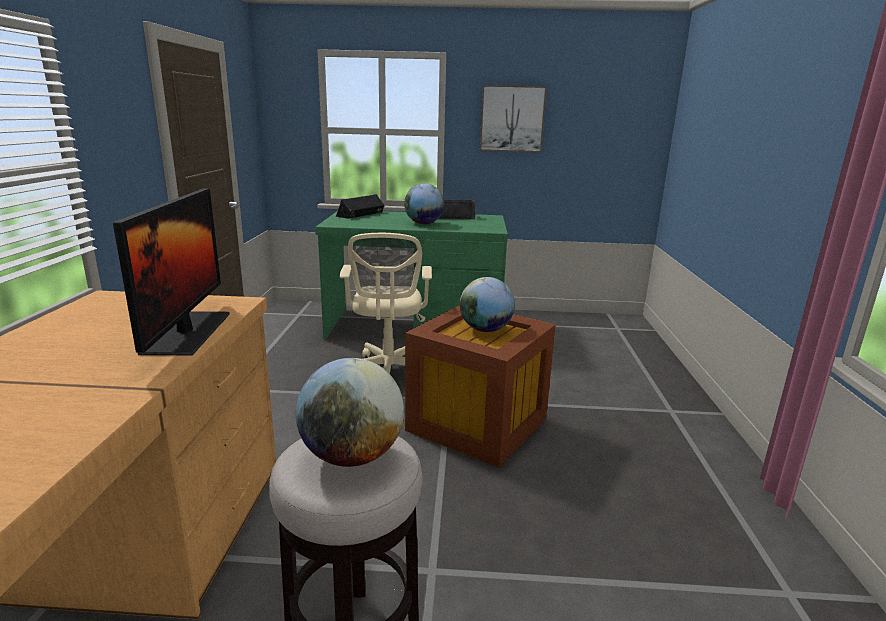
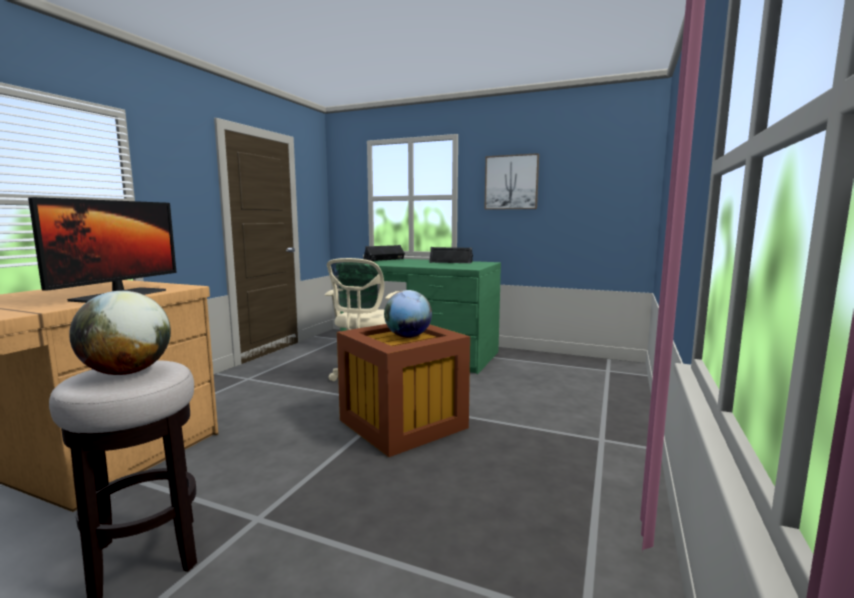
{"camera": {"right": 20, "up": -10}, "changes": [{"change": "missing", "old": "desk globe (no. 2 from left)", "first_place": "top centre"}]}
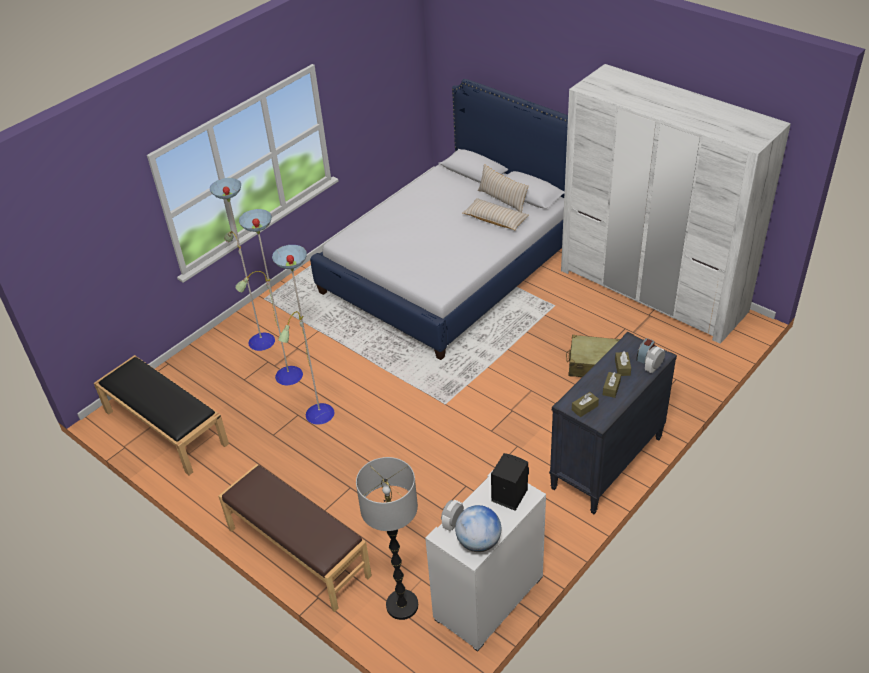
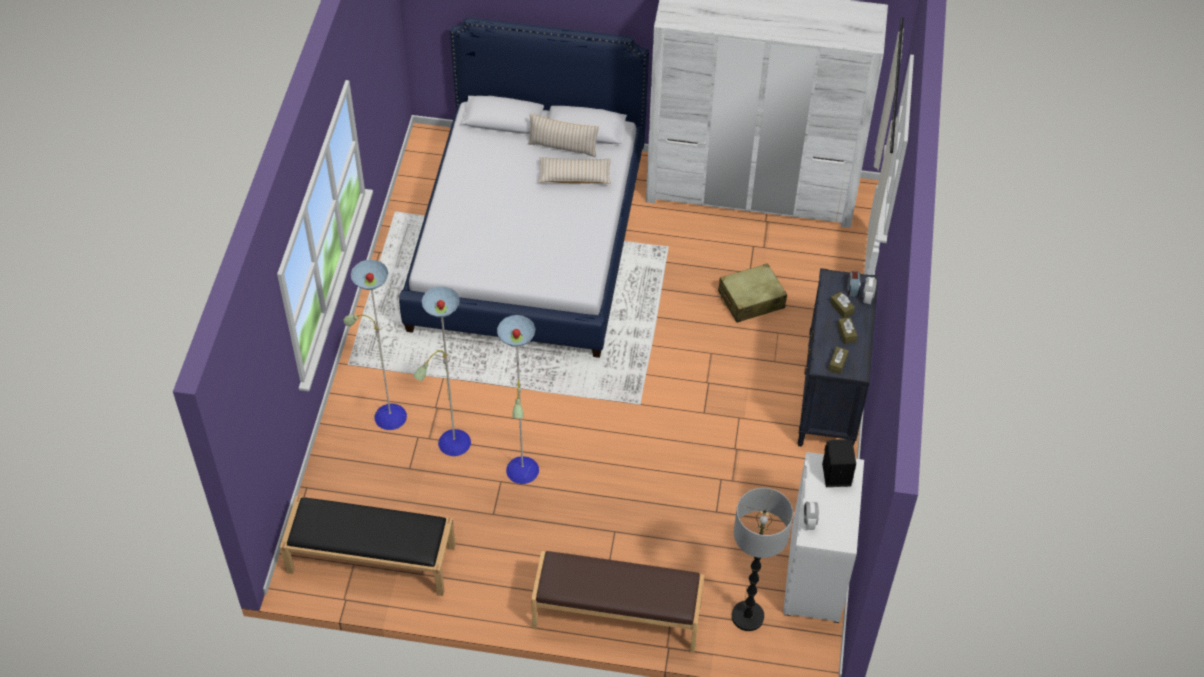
{"camera": {"right": -35, "up": 10}, "changes": [{"change": "missing", "old": "desk globe", "first_place": "bottom centre"}]}
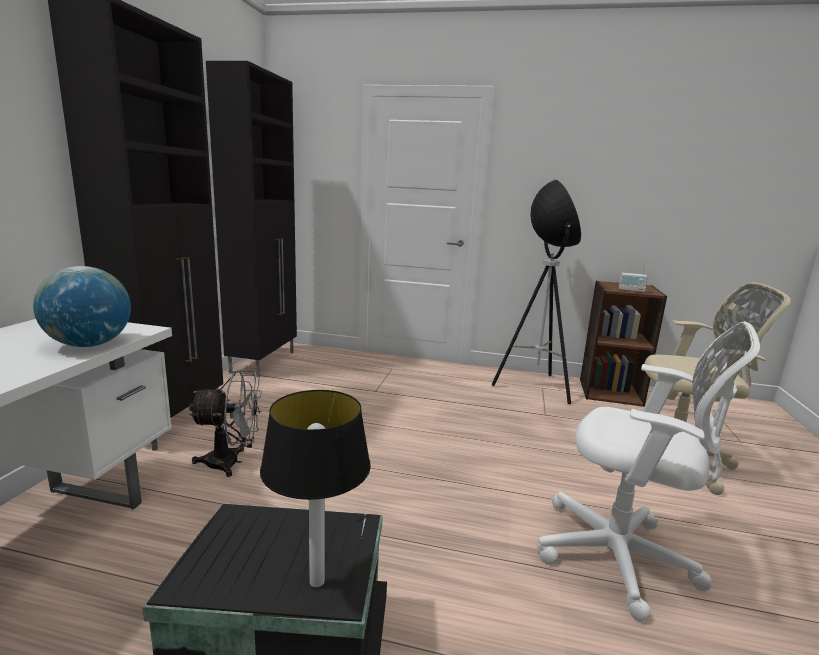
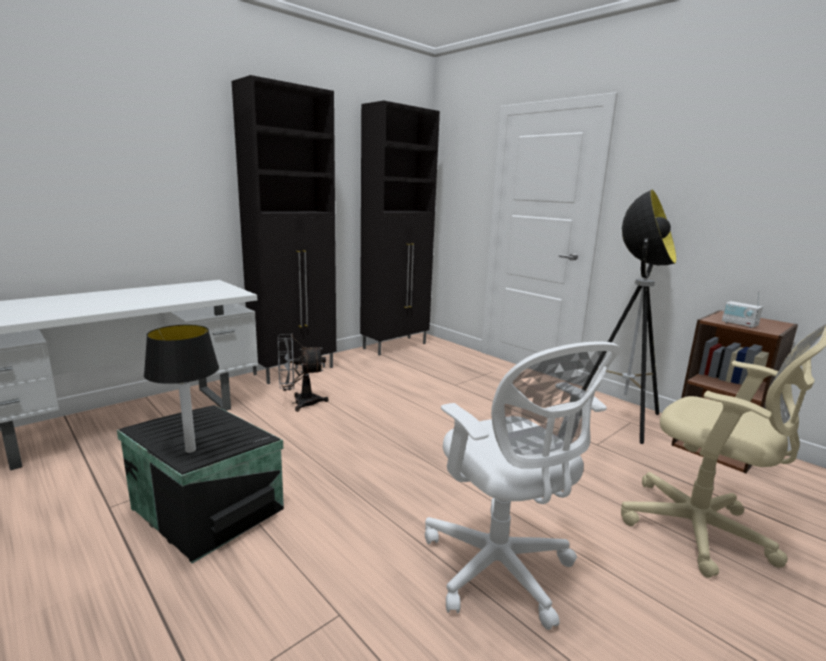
{"camera": {"right": 35, "up": 0}, "changes": [{"change": "missing", "old": "desk globe", "first_place": "middle left"}, {"change": "spun", "old": "cooling fan (grey)", "first_place": "middle left", "second_place": "centre", "degrees": 135}]}
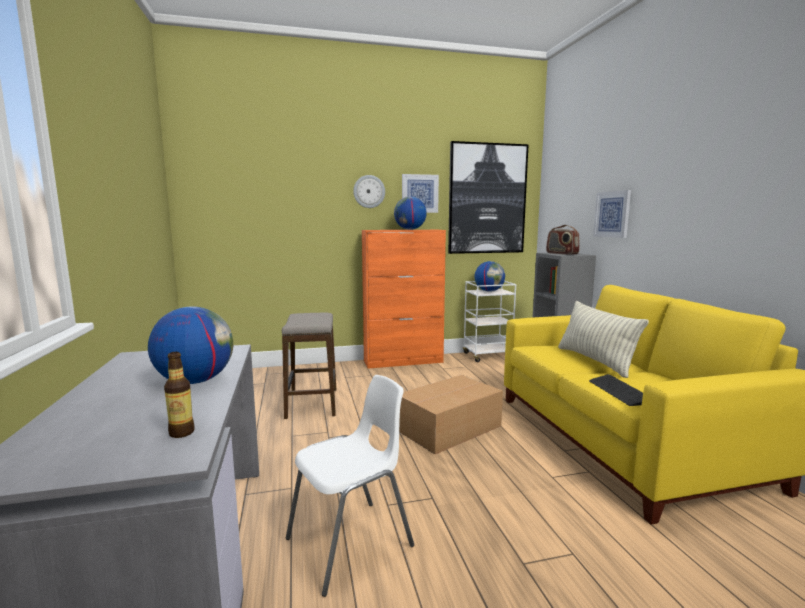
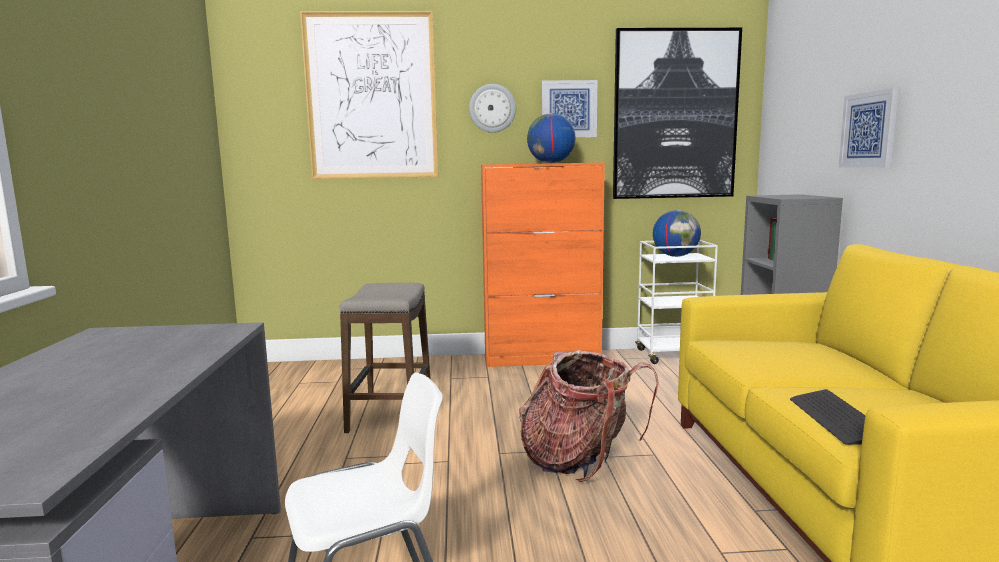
{"camera": {"right": 10, "up": 0}, "changes": [{"change": "missing", "old": "radio receiver", "first_place": "middle right"}, {"change": "missing", "old": "throw pillow", "first_place": "middle right"}, {"change": "missing", "old": "desk globe (no. 1 from left)", "first_place": "middle left"}, {"change": "missing", "old": "beverage bottle", "first_place": "middle left"}, {"change": "exchanged", "old": "carton", "new": "backpack", "first_place": "bottom centre", "second_place": "bottom centre"}, {"change": "appeared", "new": "picture (no. 1 from left)", "second_place": "top centre"}]}
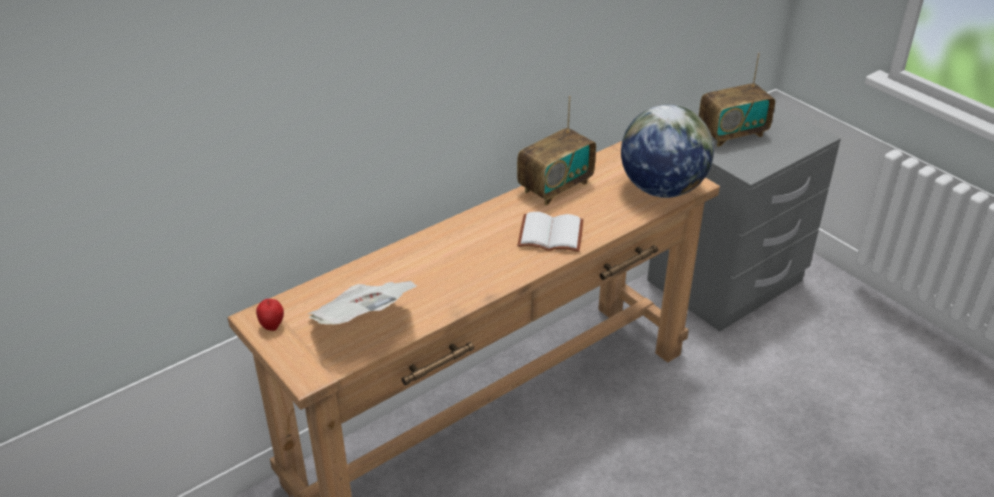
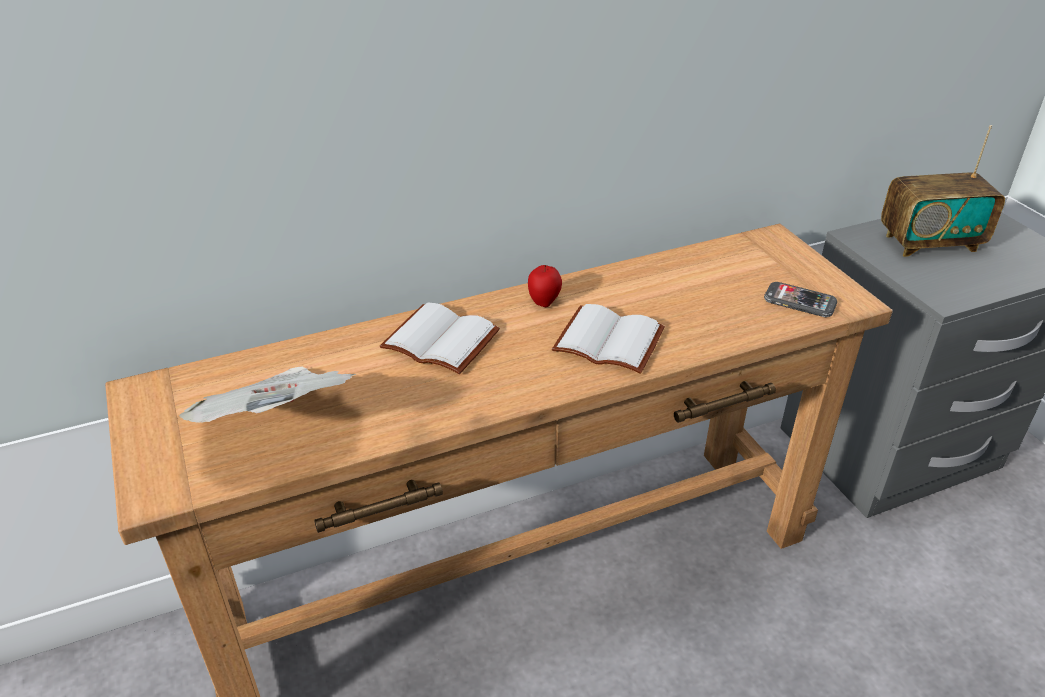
{"camera": {"right": 15, "up": 0}, "changes": [{"change": "missing", "old": "radio receiver (no. 1 from left)", "first_place": "top centre"}, {"change": "exchanged", "old": "desk globe", "new": "telephone", "first_place": "top right", "second_place": "middle right"}, {"change": "relocated", "old": "apple fruit", "first_place": "middle left", "second_place": "centre"}, {"change": "appeared", "new": "volume (white) (no. 1 from left)", "second_place": "centre"}]}
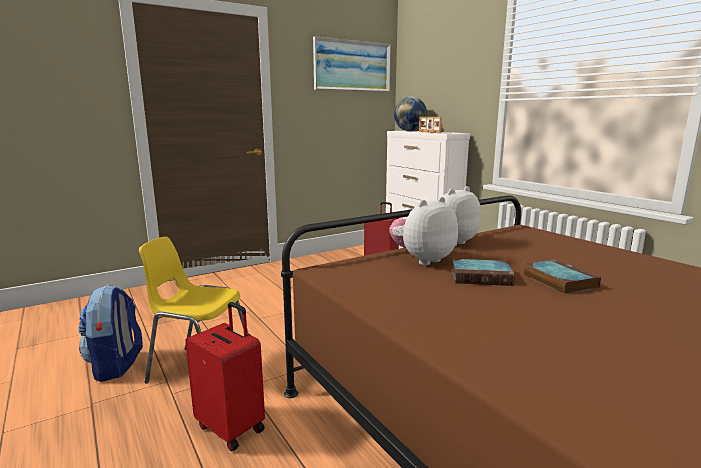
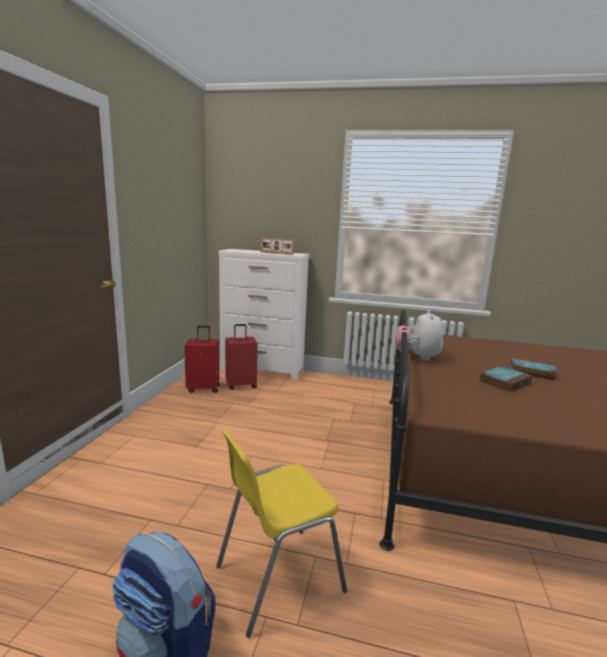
{"camera": {"right": -45, "up": 0}, "changes": [{"change": "missing", "old": "picture", "first_place": "top centre"}, {"change": "missing", "old": "desk globe", "first_place": "top centre"}, {"change": "missing", "old": "soft toy (no. 1 from left)", "first_place": "centre"}, {"change": "relocated", "old": "suitcase (red) (no. 1 from left)", "first_place": "bottom left", "second_place": "middle left"}]}
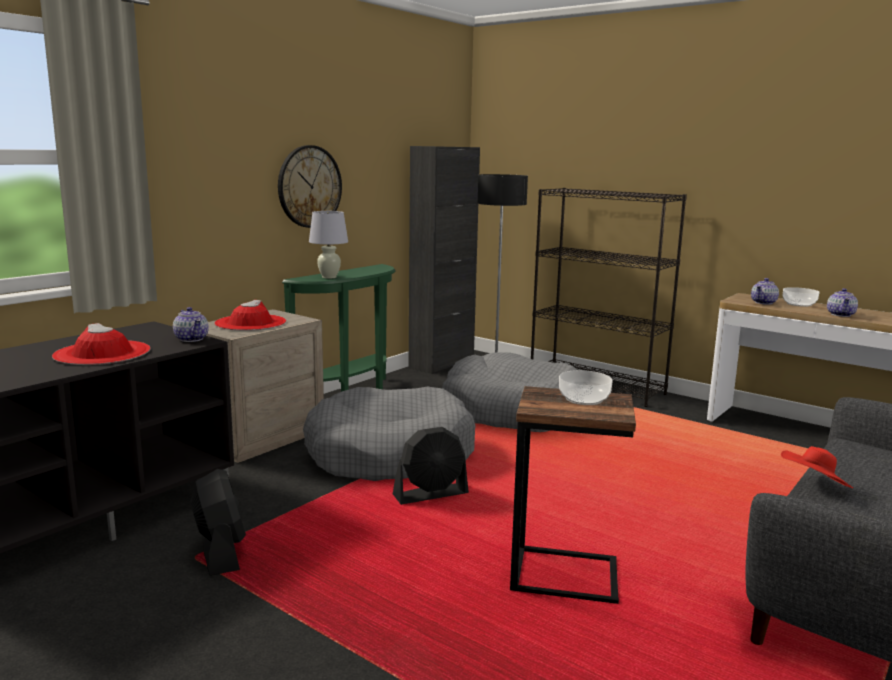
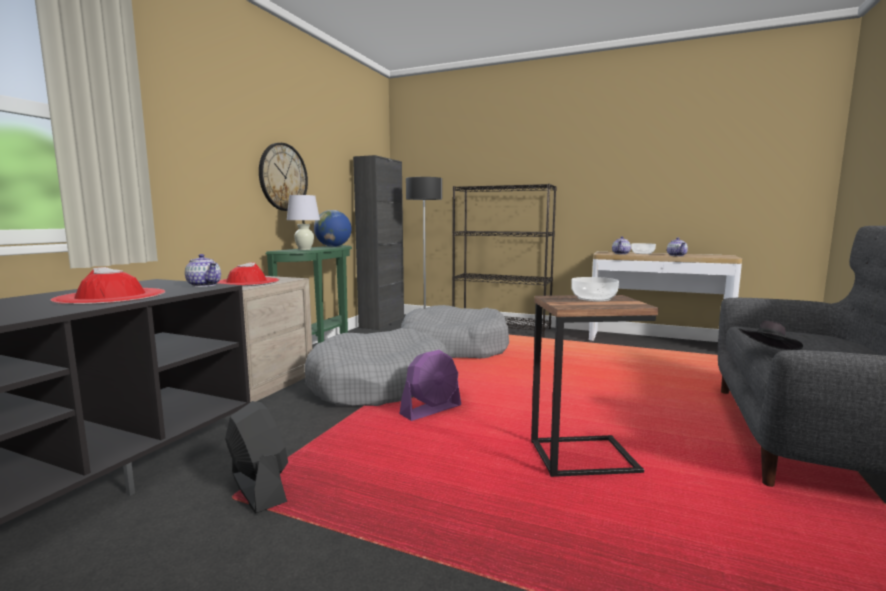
{"camera": {"right": -15, "up": -5}, "changes": [{"change": "colour", "old": "cooling fan (black) (no. 2 from left)", "new": "cooling fan (purple)", "first_place": "bottom centre", "second_place": "centre"}, {"change": "colour", "old": "wearable hat (red) (no. 3 from left)", "new": "wearable hat (black)", "first_place": "bottom right", "second_place": "middle right"}, {"change": "appeared", "new": "desk globe", "second_place": "centre"}]}
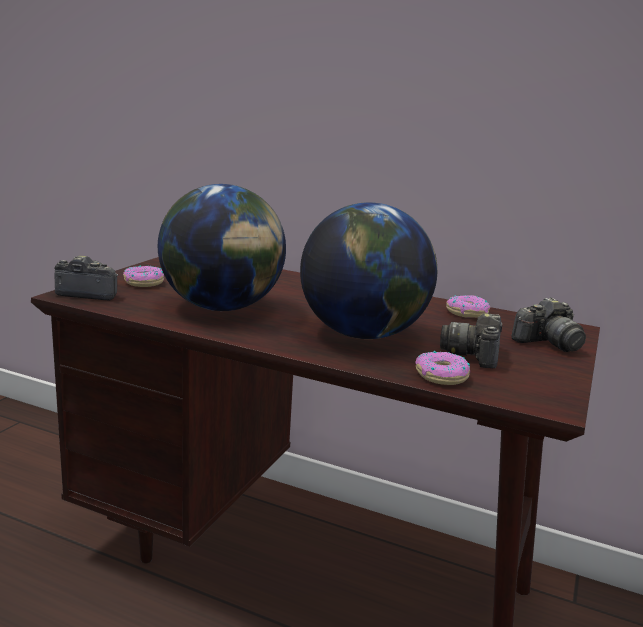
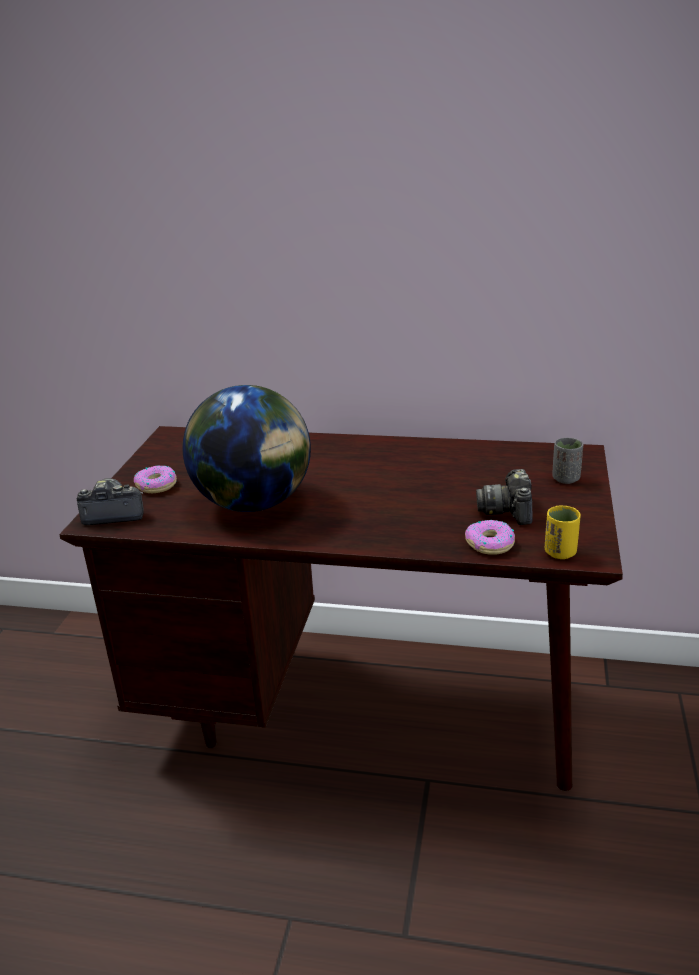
{"camera": {"right": -10, "up": 10}, "changes": [{"change": "missing", "old": "desk globe (no. 2 from left)", "first_place": "centre"}, {"change": "missing", "old": "doughnut (no. 3 from left)", "first_place": "middle right"}, {"change": "exchanged", "old": "photo camera (no. 3 from left)", "new": "cup (grey)", "first_place": "middle right", "second_place": "middle right"}, {"change": "appeared", "new": "cup (yellow)", "second_place": "middle right"}]}
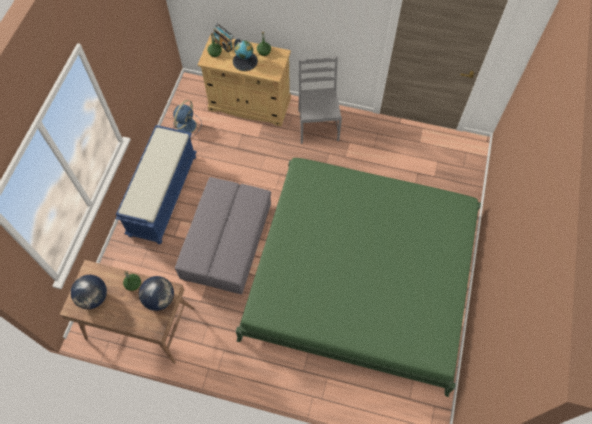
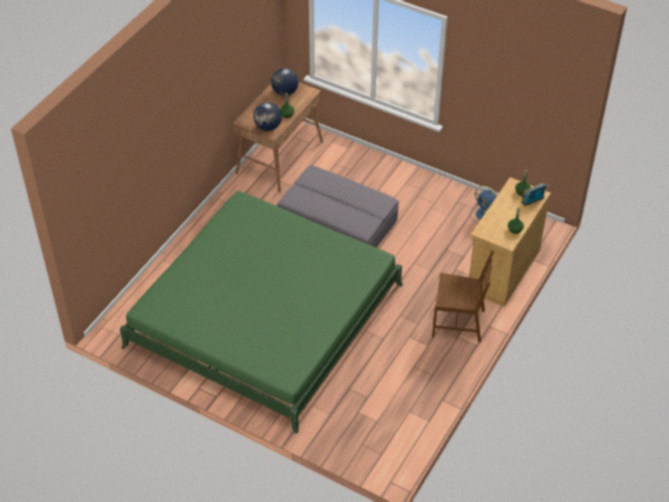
{"camera": {"right": 105, "up": -15}, "changes": [{"change": "missing", "old": "desk globe (no. 3 from left)", "first_place": "top centre"}, {"change": "colour", "old": "plain chair (grey)", "new": "plain chair (brown)", "first_place": "top centre", "second_place": "middle right"}, {"change": "missing", "old": "long seat (blue)", "first_place": "middle left"}]}
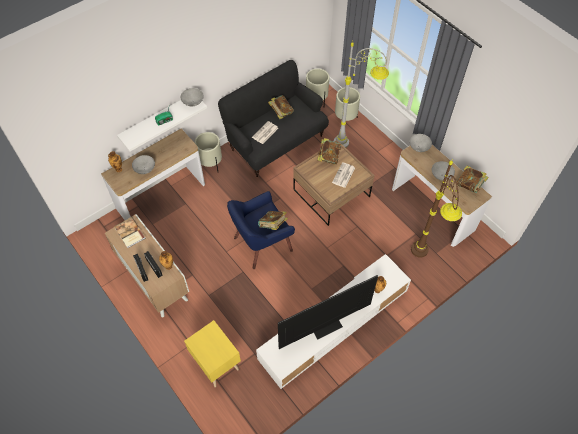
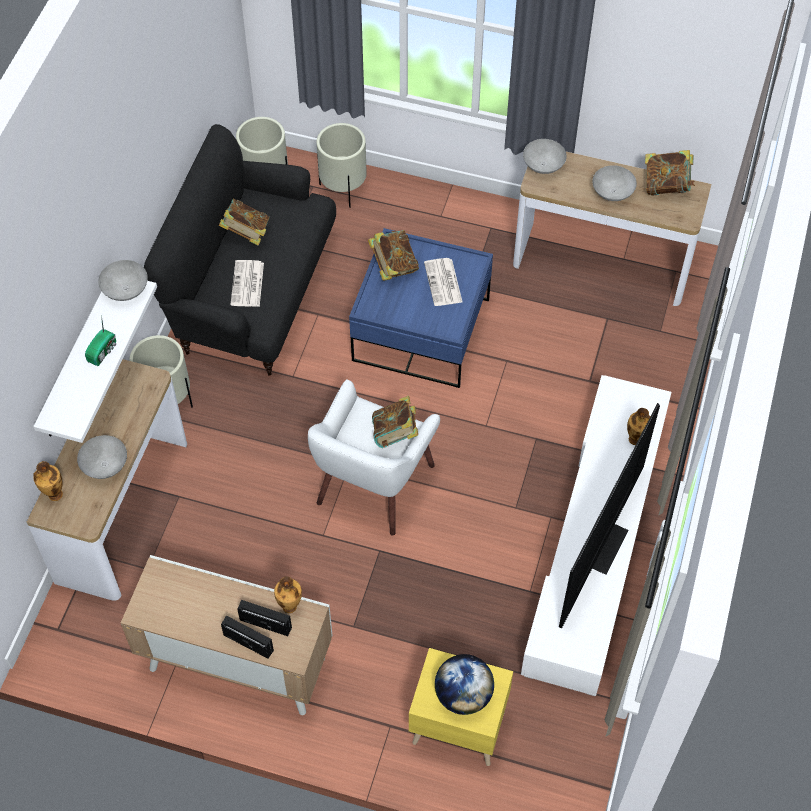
{"camera": {"right": -35, "up": 0}, "changes": [{"change": "missing", "old": "standard lamp (grey)", "first_place": "top centre"}, {"change": "colour", "old": "lounge table (brown)", "new": "lounge table (blue)", "first_place": "centre", "second_place": "centre"}, {"change": "missing", "old": "standard lamp (brown)", "first_place": "middle right"}, {"change": "colour", "old": "easy chair (blue)", "new": "easy chair (white)", "first_place": "centre", "second_place": "centre"}, {"change": "missing", "old": "volume (no. 1 from left)", "first_place": "middle left"}, {"change": "appeared", "new": "desk globe", "second_place": "bottom centre"}]}
